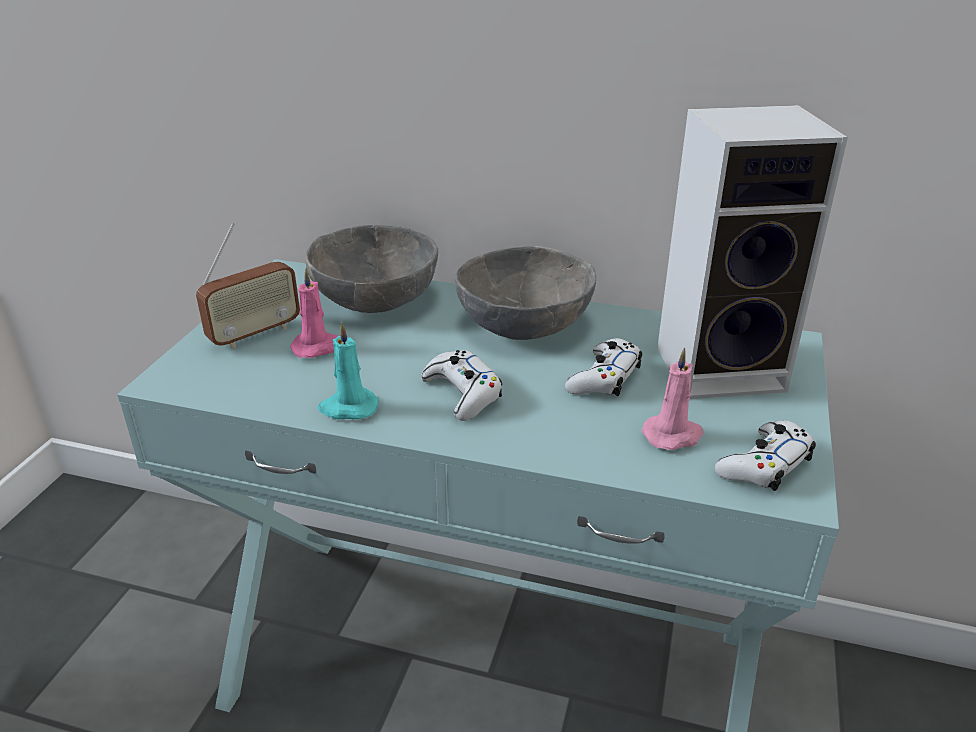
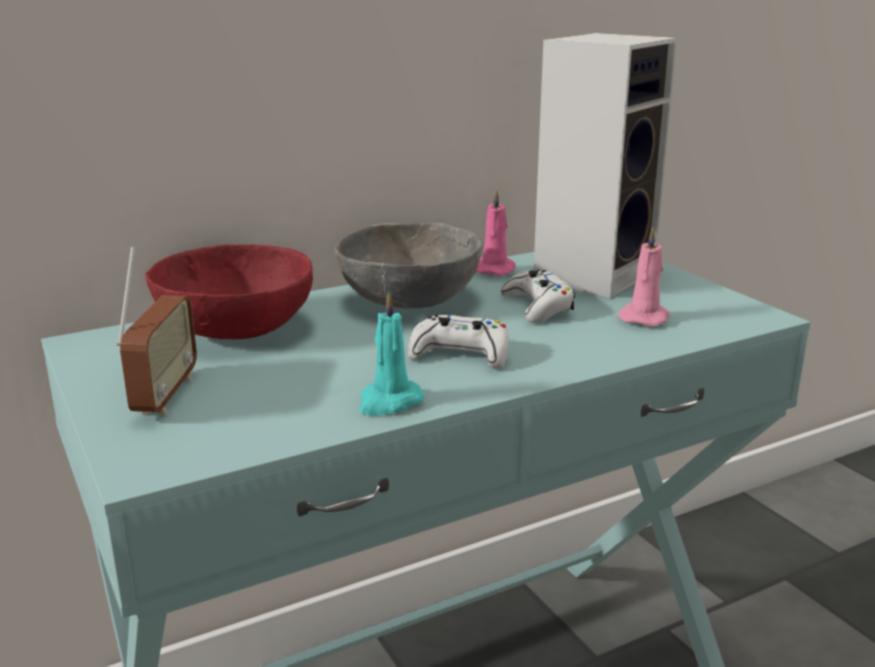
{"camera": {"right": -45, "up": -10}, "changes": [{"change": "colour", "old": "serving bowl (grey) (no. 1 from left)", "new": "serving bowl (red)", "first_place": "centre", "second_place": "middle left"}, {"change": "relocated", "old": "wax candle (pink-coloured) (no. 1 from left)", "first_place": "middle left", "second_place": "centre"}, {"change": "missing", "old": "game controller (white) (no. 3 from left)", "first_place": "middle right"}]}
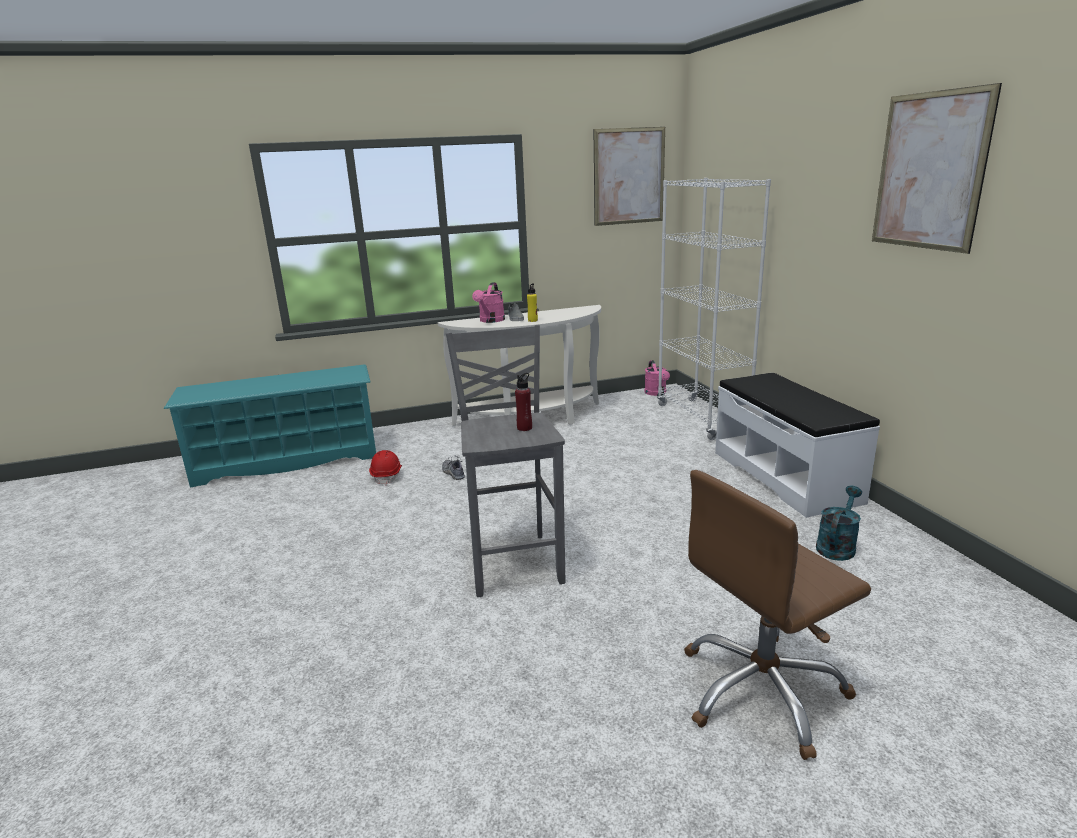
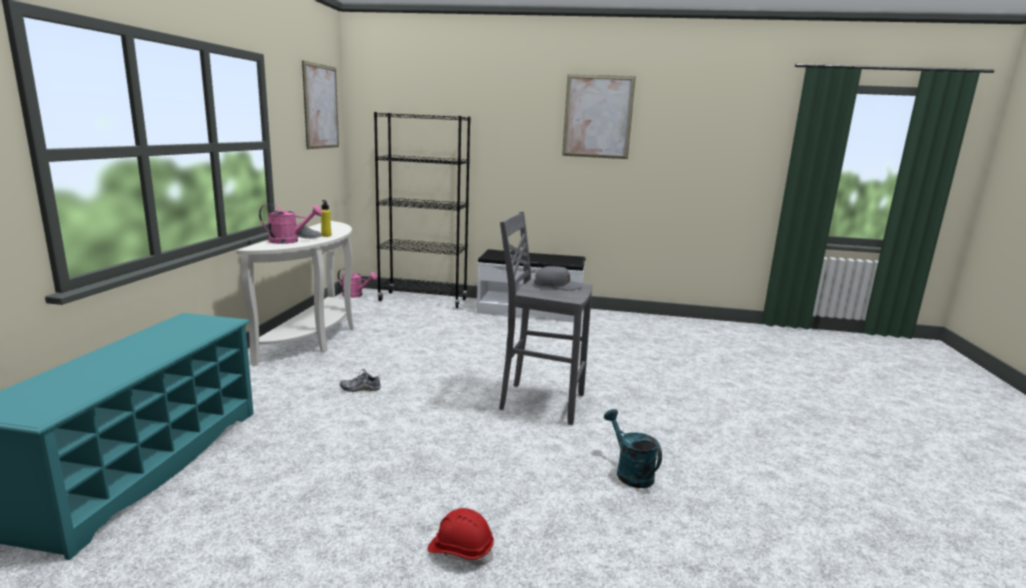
{"camera": {"right": -65, "up": -5}, "changes": [{"change": "colour", "old": "bookshelf (white)", "new": "bookshelf (black)", "first_place": "centre", "second_place": "centre"}, {"change": "spun", "old": "watering can (pink-coloured) (no. 1 from left)", "first_place": "centre", "second_place": "middle left", "degrees": -45}, {"change": "exchanged", "old": "beverage bottle (red)", "new": "peaked cap (grey)", "first_place": "centre", "second_place": "centre"}, {"change": "relocated", "old": "work helmet (red)", "first_place": "centre", "second_place": "bottom centre"}, {"change": "missing", "old": "computer chair (brown)", "first_place": "bottom right"}, {"change": "relocated", "old": "watering can (turquoise)", "first_place": "middle right", "second_place": "bottom centre"}]}
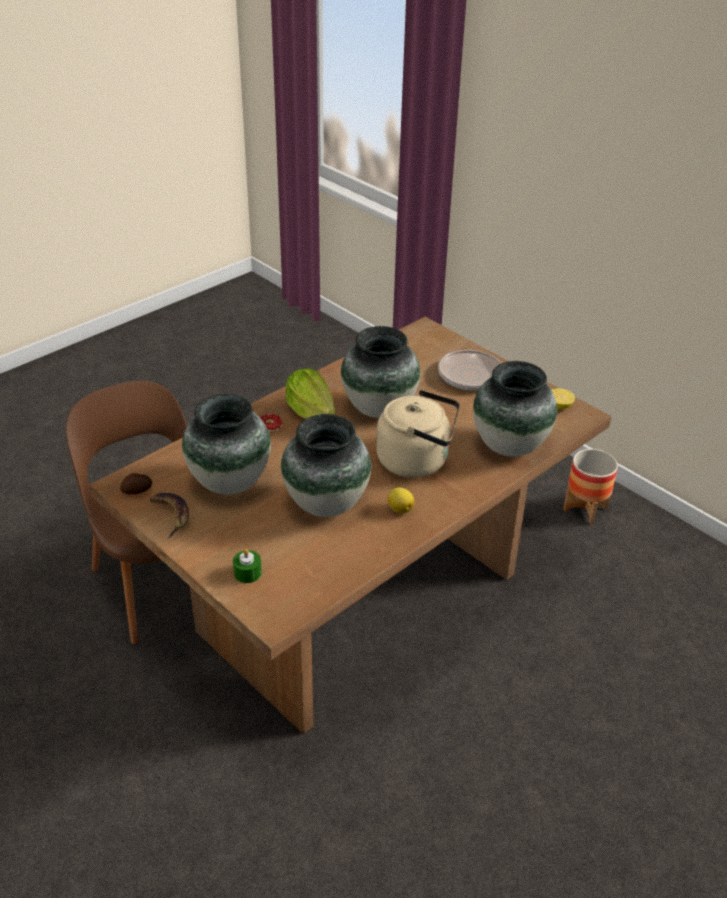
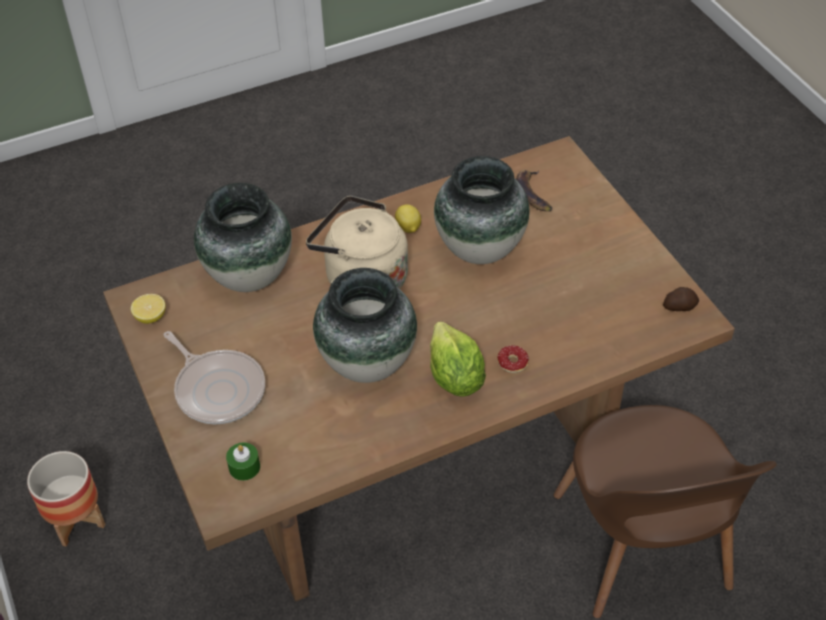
{"camera": {"right": -160, "up": 10}, "changes": [{"change": "missing", "old": "vase (no. 1 from left)", "first_place": "middle left"}, {"change": "relocated", "old": "banana fruit", "first_place": "middle left", "second_place": "top centre"}, {"change": "relocated", "old": "wax candle (greenish)", "first_place": "centre", "second_place": "bottom left"}]}
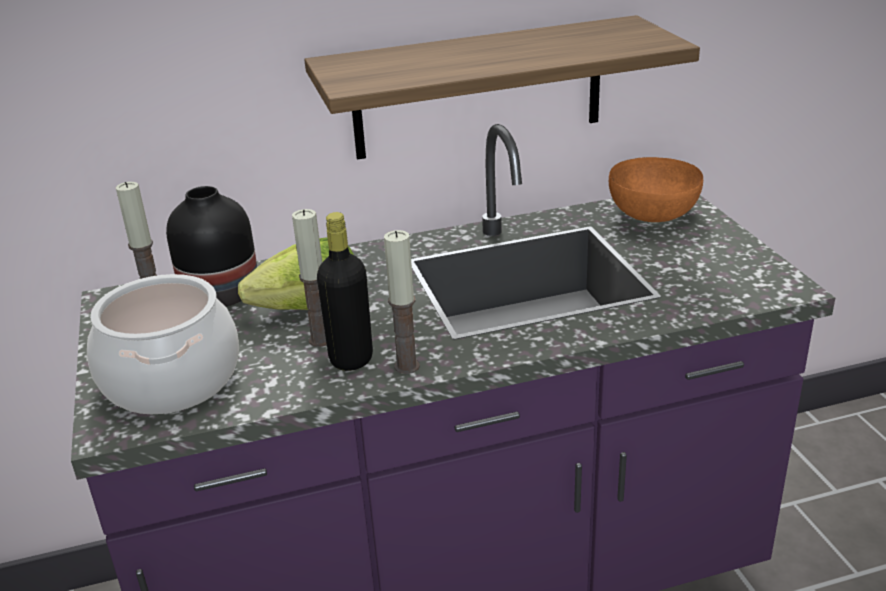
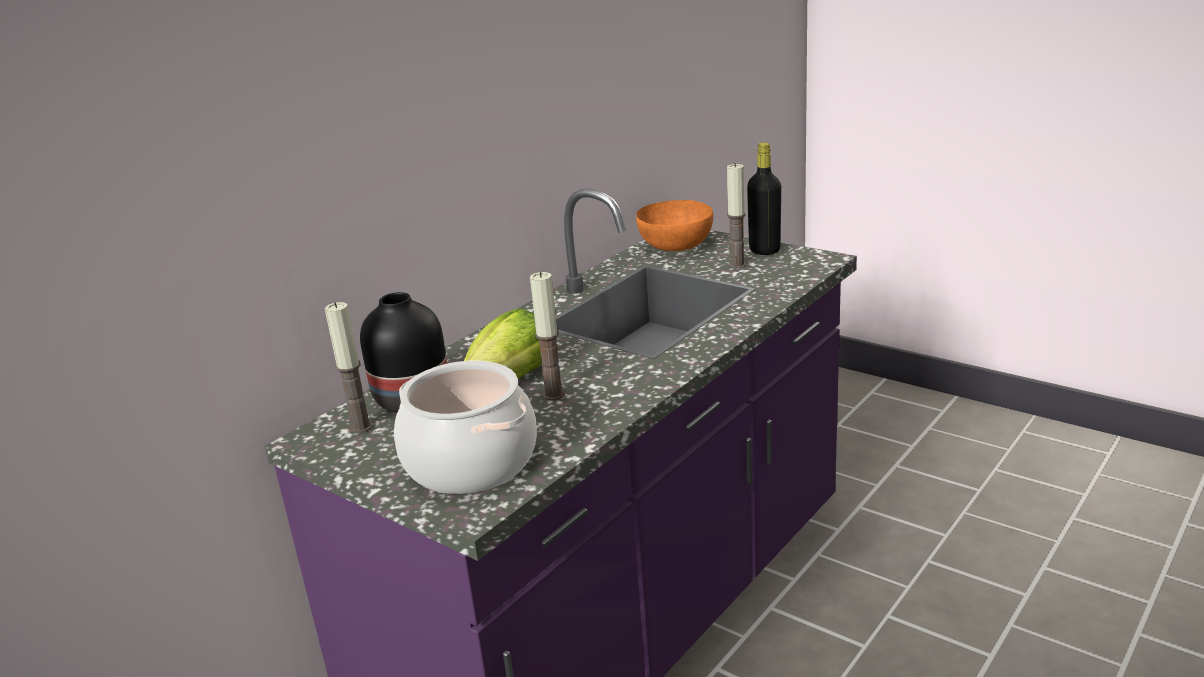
{"camera": {"right": -35, "up": -5}, "changes": [{"change": "missing", "old": "bracket shelf", "first_place": "top centre"}, {"change": "relocated", "old": "beverage bottle (black)", "first_place": "centre", "second_place": "top centre"}, {"change": "relocated", "old": "wax candle (no. 3 from left)", "first_place": "centre", "second_place": "top centre"}]}
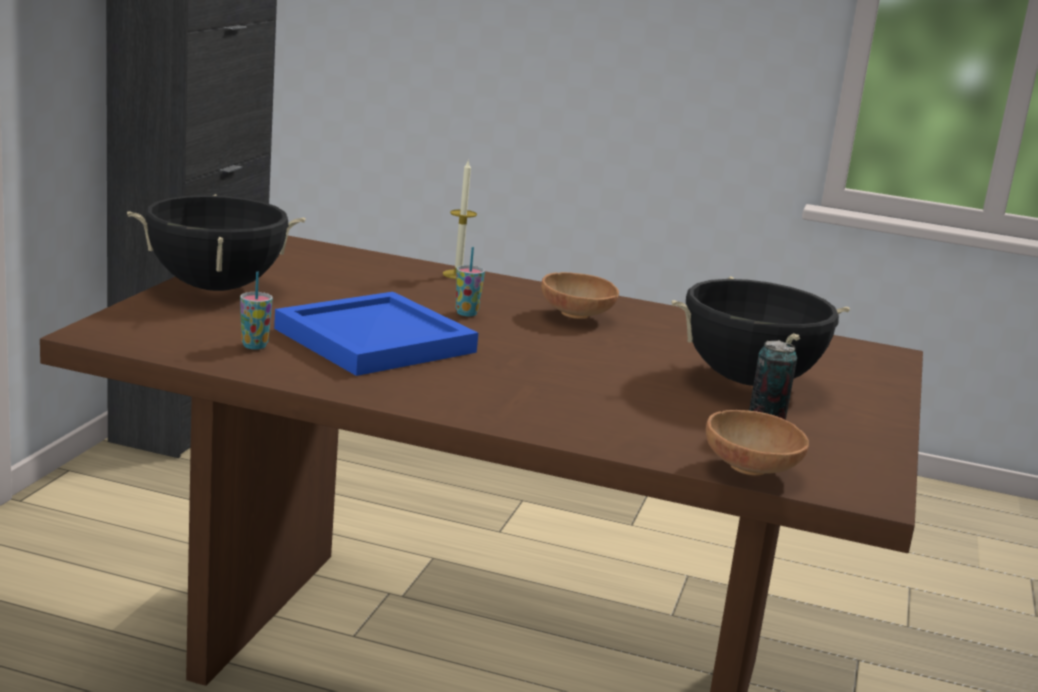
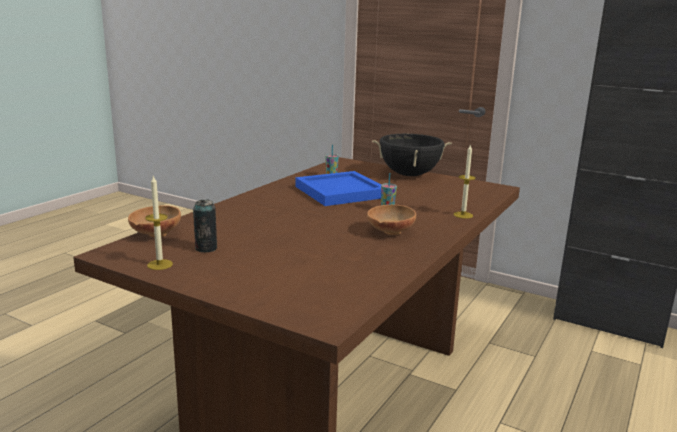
{"camera": {"right": 105, "up": 0}, "changes": [{"change": "missing", "old": "saucepot (black) (no. 2 from left)", "first_place": "middle right"}, {"change": "appeared", "new": "wax candle (no. 1 from left)", "second_place": "middle left"}]}
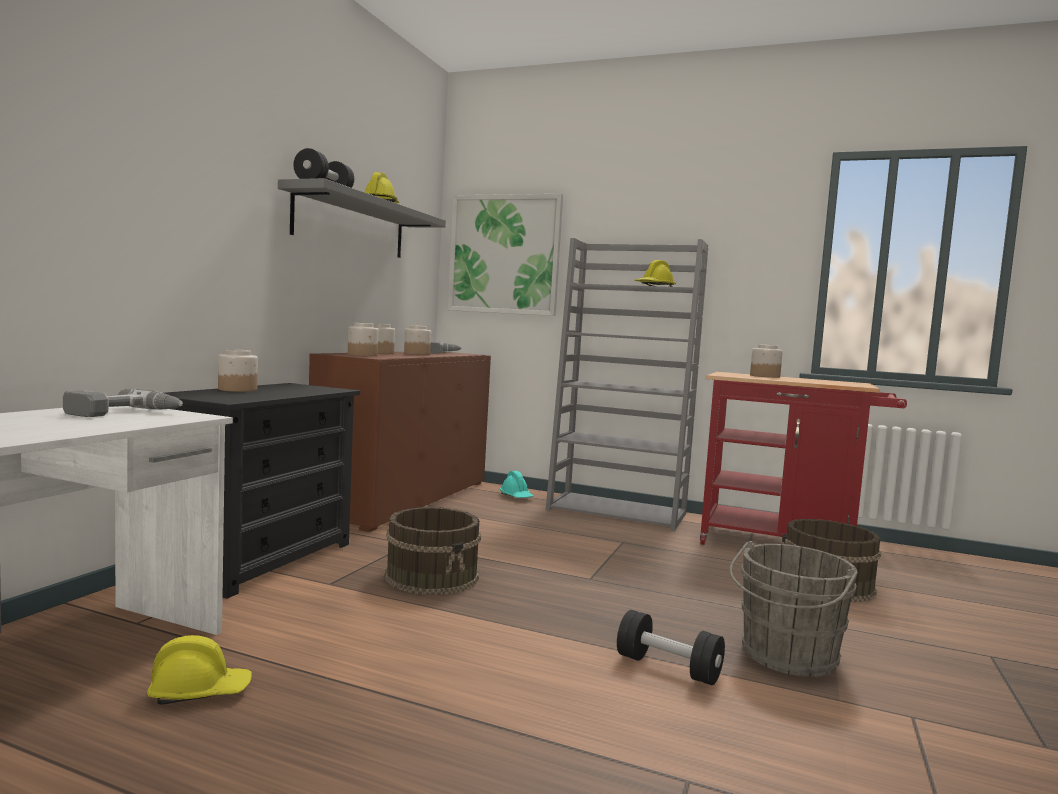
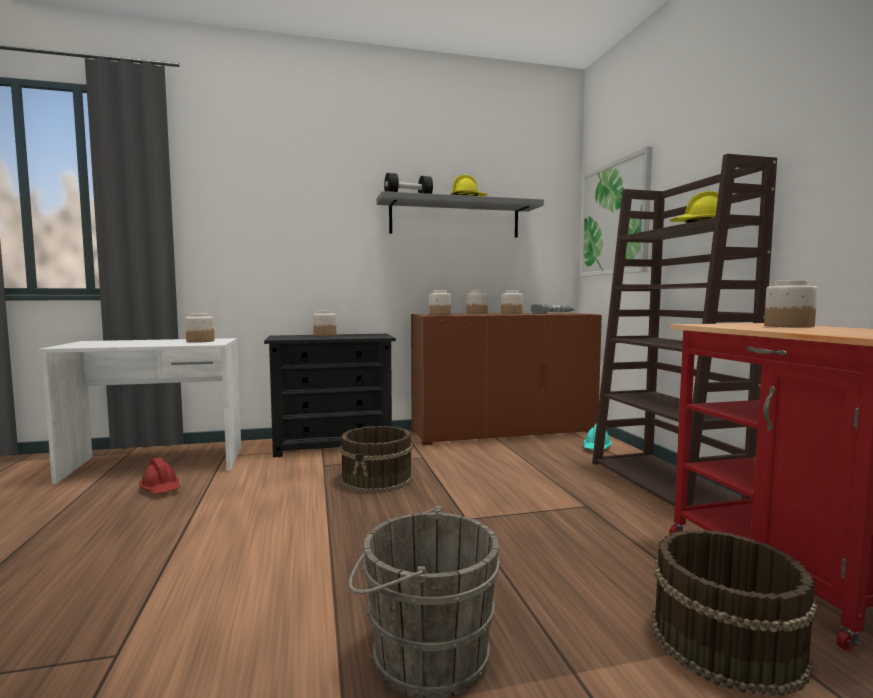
{"camera": {"right": 55, "up": 0}, "changes": [{"change": "colour", "old": "bookshelf (grey)", "new": "bookshelf (brown)", "first_place": "centre", "second_place": "middle right"}, {"change": "exchanged", "old": "drill (no. 1 from left)", "new": "preserve jar (no. 1 from left)", "first_place": "middle left", "second_place": "middle left"}, {"change": "missing", "old": "hand weight (black) (no. 2 from left)", "first_place": "bottom centre"}, {"change": "colour", "old": "work helmet (yellow) (no. 1 from left)", "new": "work helmet (red)", "first_place": "bottom left", "second_place": "bottom left"}]}
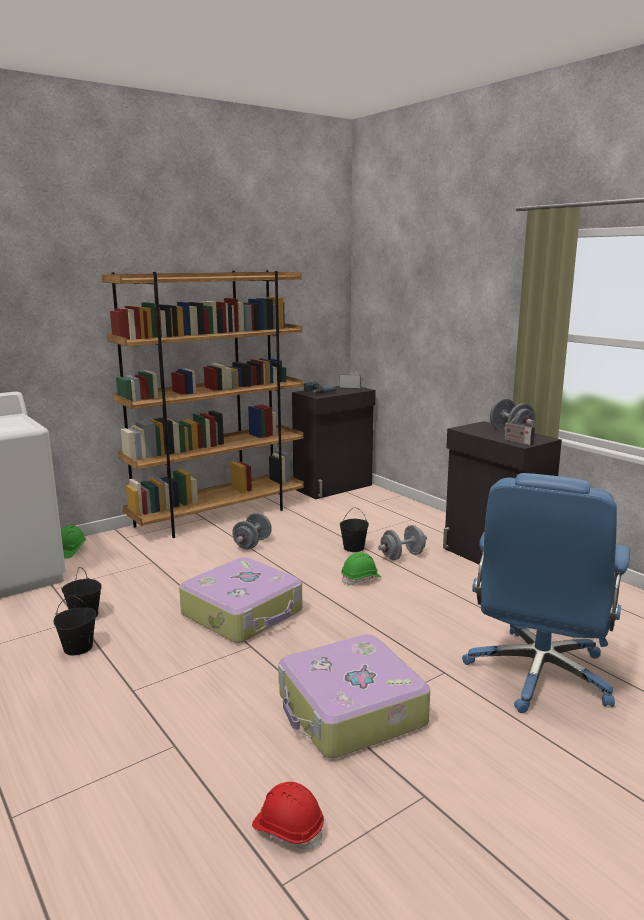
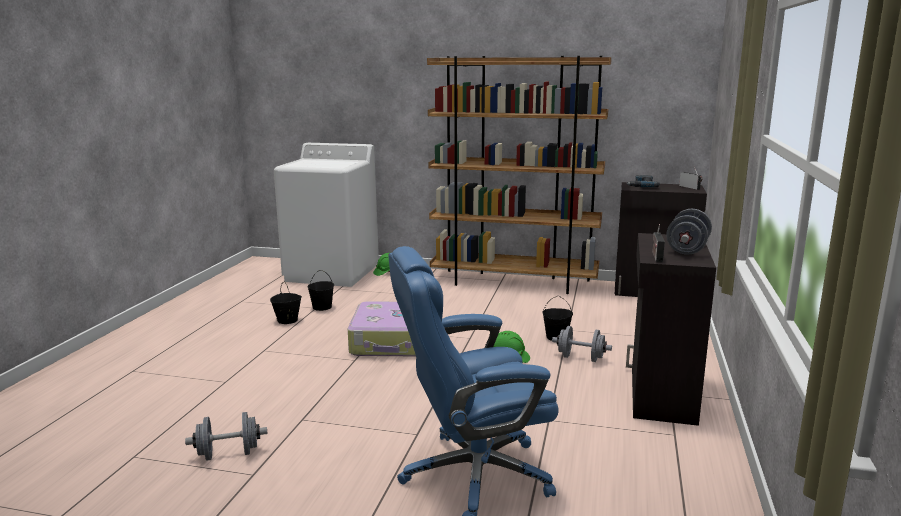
{"camera": {"right": 50, "up": 0}, "changes": [{"change": "relocated", "old": "hand weight (grey) (no. 1 from left)", "first_place": "centre", "second_place": "bottom left"}, {"change": "missing", "old": "suitcase (no. 2 from left)", "first_place": "bottom centre"}, {"change": "missing", "old": "work helmet (red)", "first_place": "bottom centre"}]}
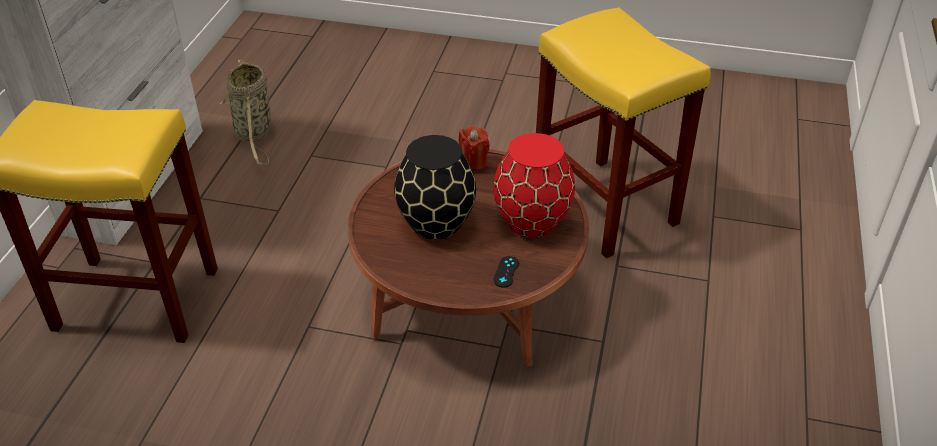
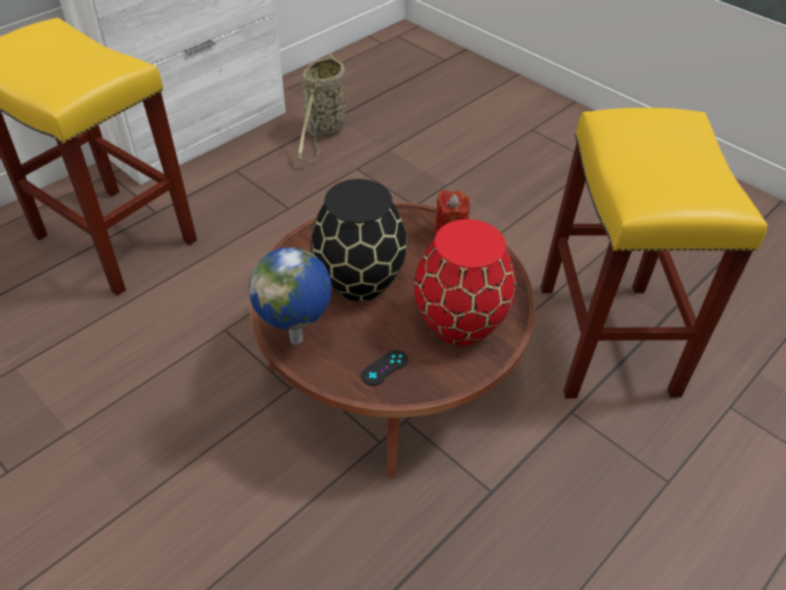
{"camera": {"right": 30, "up": 5}, "changes": [{"change": "appeared", "new": "desk globe", "second_place": "centre"}]}
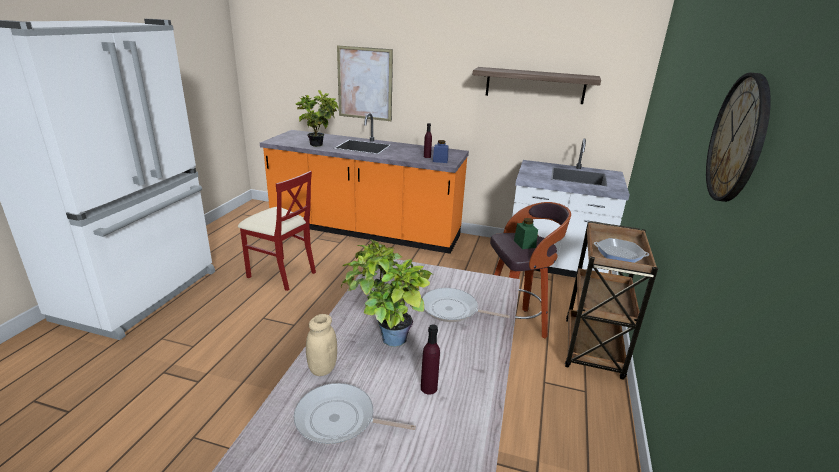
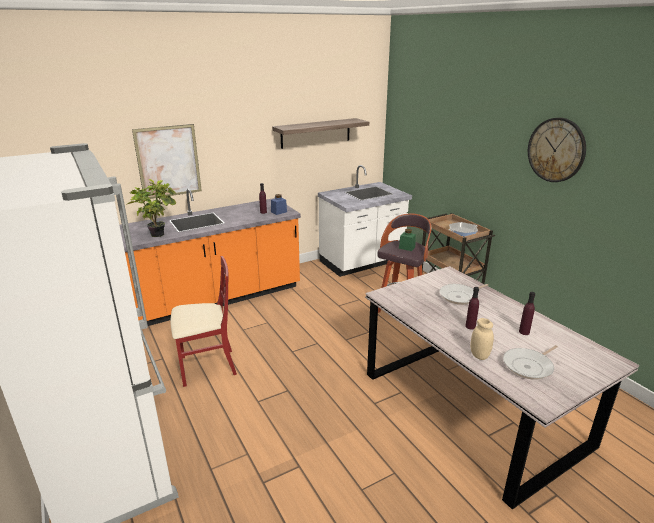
{"camera": {"right": -45, "up": 0}, "changes": [{"change": "exchanged", "old": "houseplant (no. 2 from left)", "new": "beverage bottle (purple) (no. 2 from left)", "first_place": "centre", "second_place": "middle right"}]}
